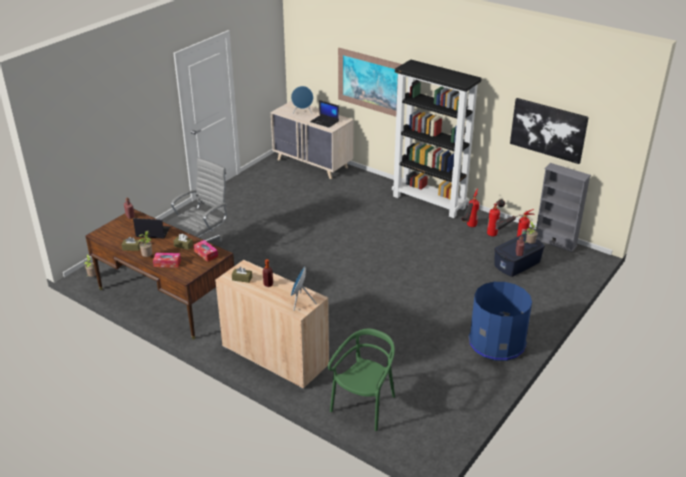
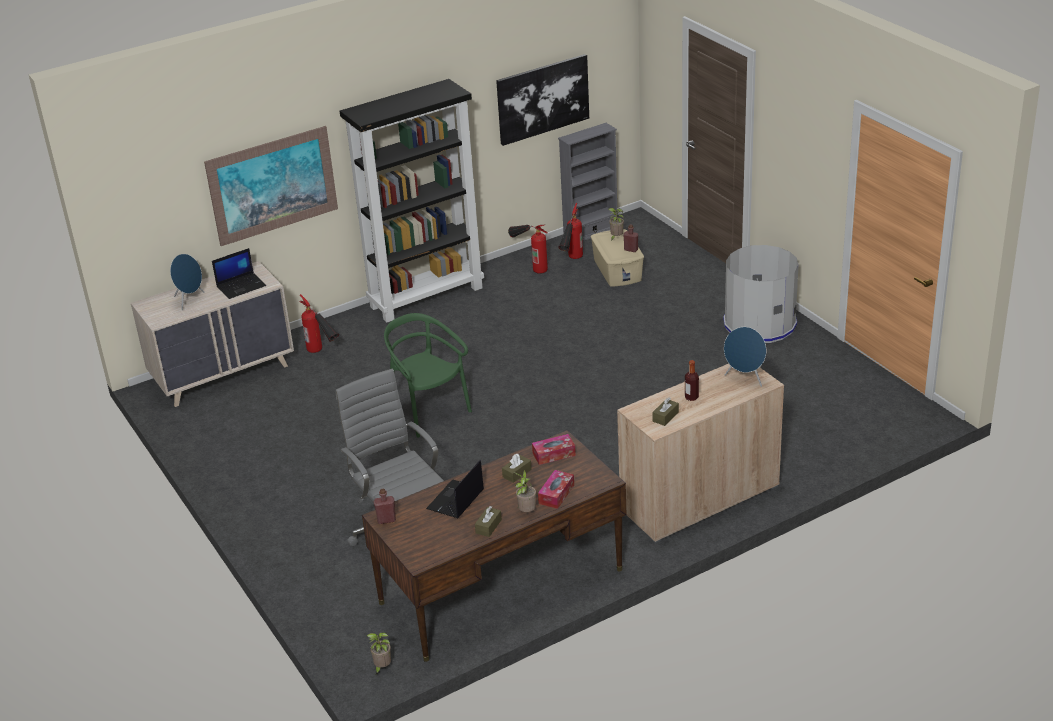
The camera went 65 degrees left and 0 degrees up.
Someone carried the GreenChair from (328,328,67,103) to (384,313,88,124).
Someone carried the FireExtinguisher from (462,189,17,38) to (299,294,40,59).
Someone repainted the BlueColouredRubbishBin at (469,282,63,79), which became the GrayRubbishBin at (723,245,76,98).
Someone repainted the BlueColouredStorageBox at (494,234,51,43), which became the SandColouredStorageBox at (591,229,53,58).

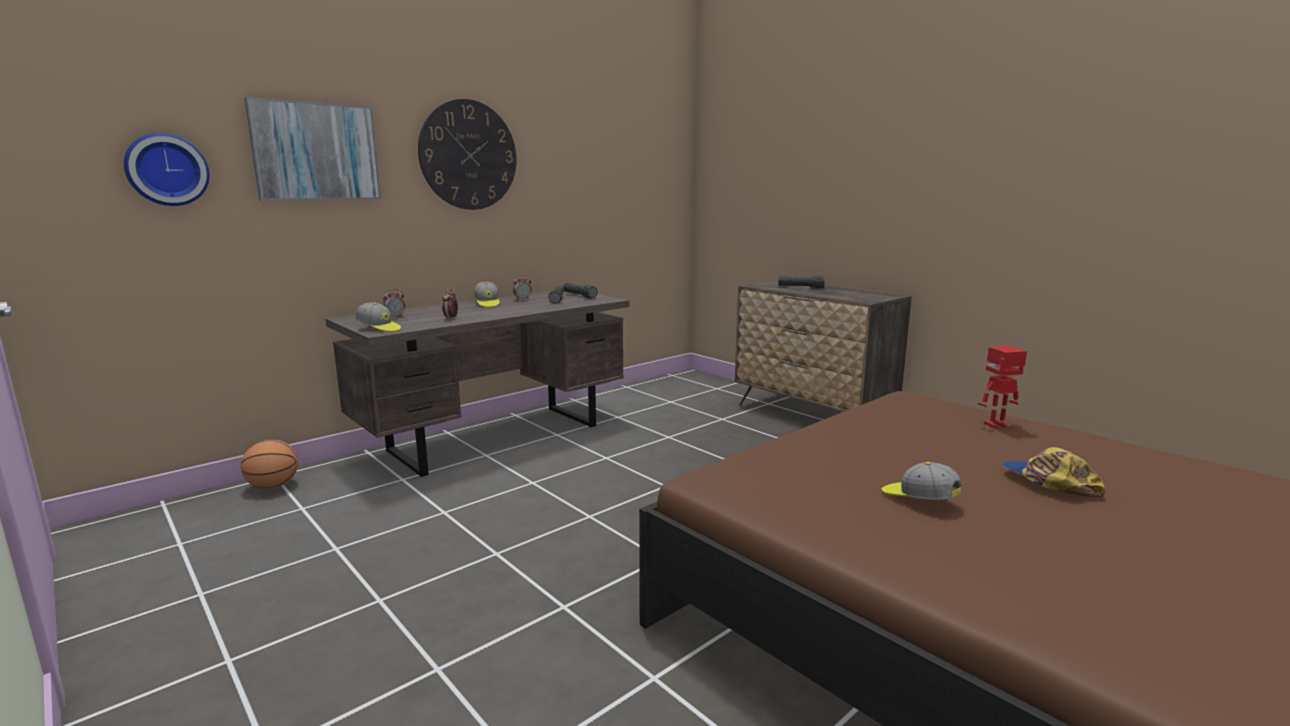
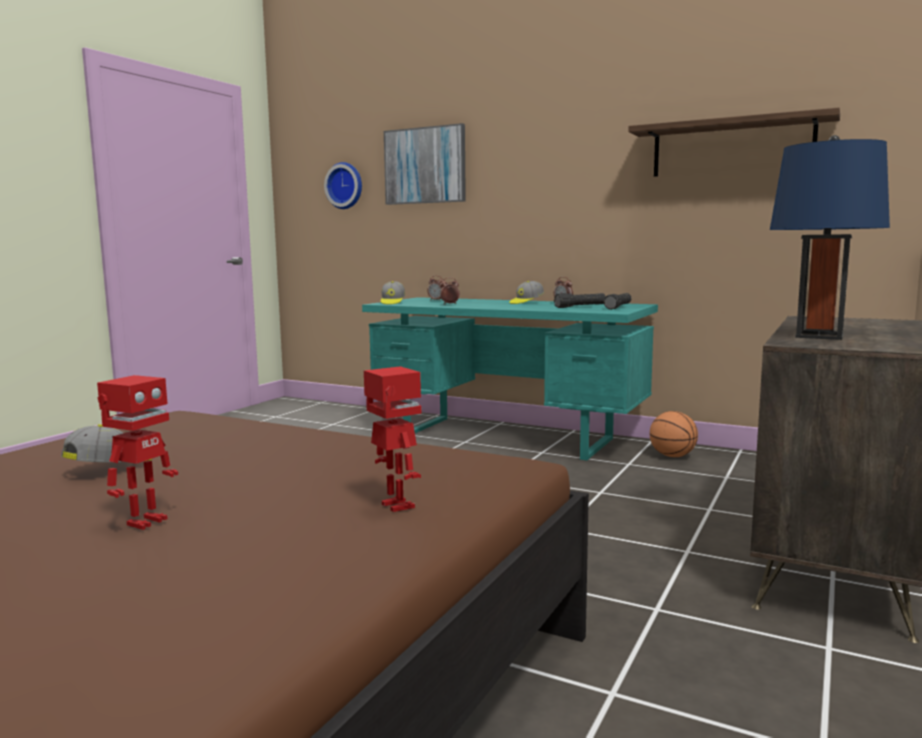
The camera went 70 degrees right and 5 degrees down.
Someone carried the BasketballBall from (241,440,57,49) to (650,411,48,46).
Someone repainted the BrownishDesk at (325,291,304,186), which became the TurquoiseDesk at (362,297,296,164).
Someone took away the WallClock at (418,99,99,111).
Someone took away the BlackishFlashlight at (778,276,47,12).
Someone swapped the Cap at (1002,447,103,50) for the ModelRobot at (97,375,81,155).
Someone put up the WallShelf at (628,108,212,69).
Someone put down the BlueColouredLampForATable at (770,135,120,205).

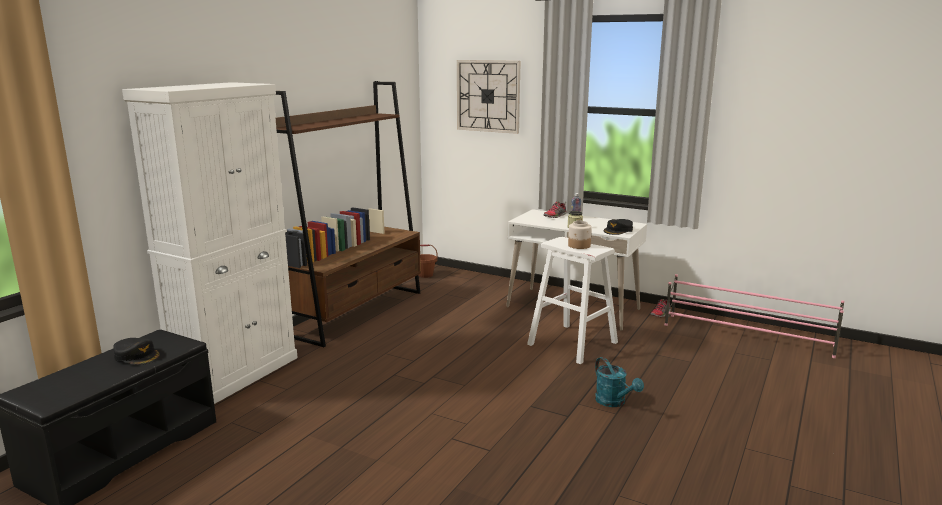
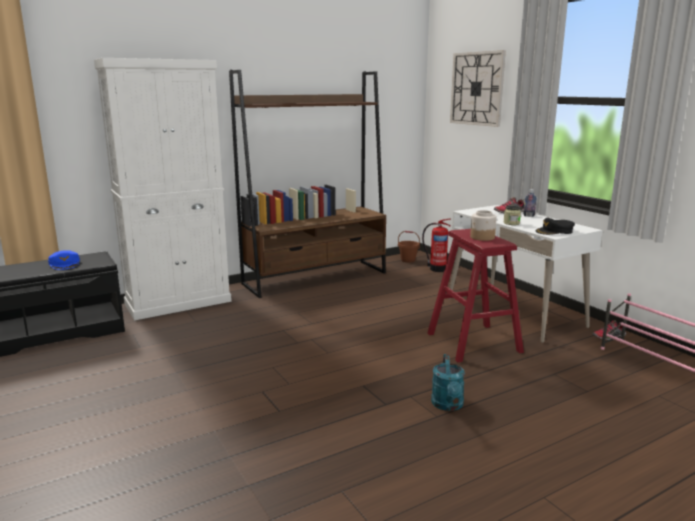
The camera went 30 degrees right and 0 degrees up.
Someone repainted the BlackishCap at (114,338,46,27), which became the BlueColouredCap at (48,250,32,20).
Someone repainted the WhiteStoolSeat at (527,237,91,127), which became the RedStoolSeat at (427,229,97,134).
Someone put down the FireExtinguisher at (422,218,29,54).

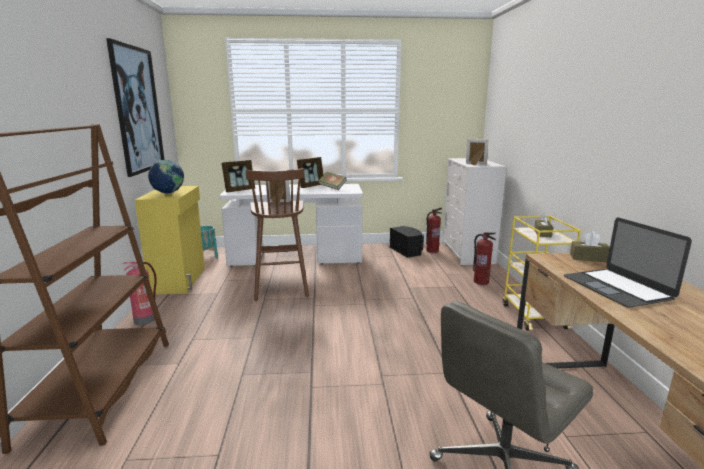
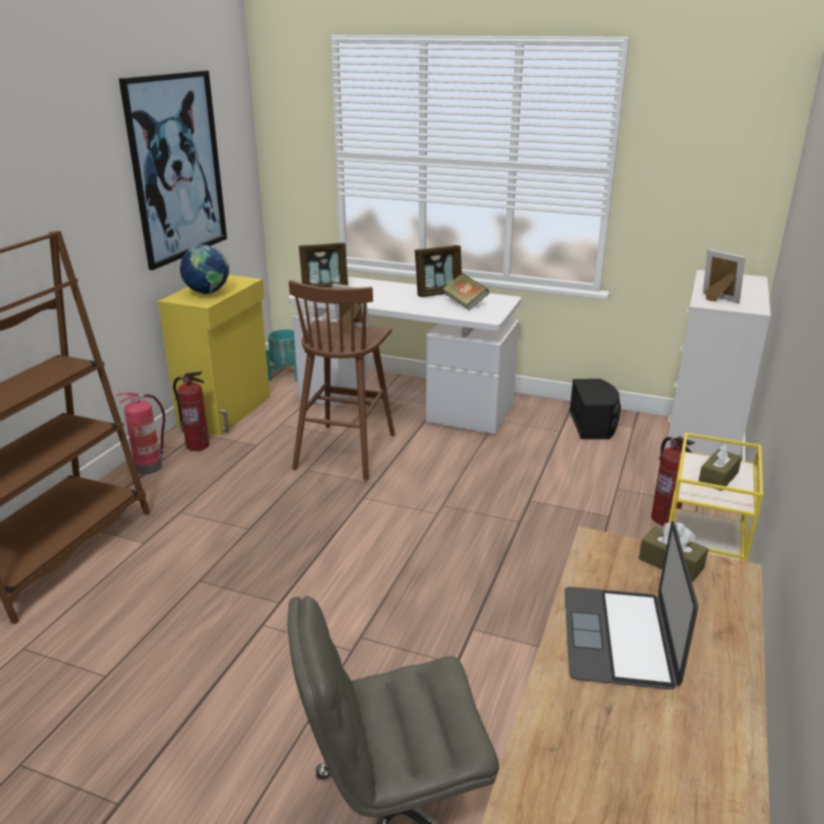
The camera went 25 degrees right and 10 degrees up.
Someone carried the FireExtinguisher from (426,208,16,45) to (173,371,36,80).

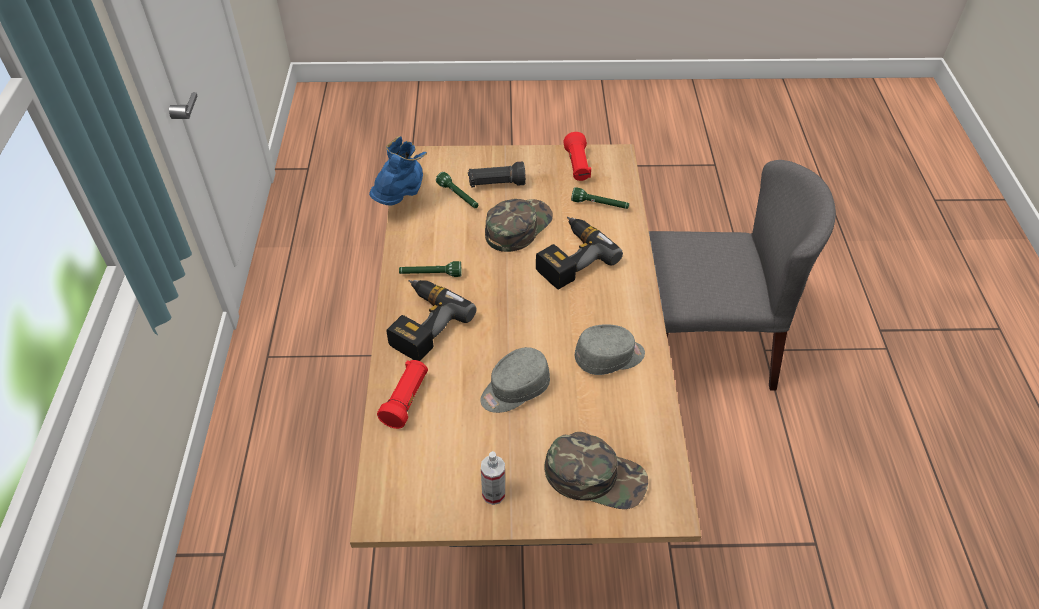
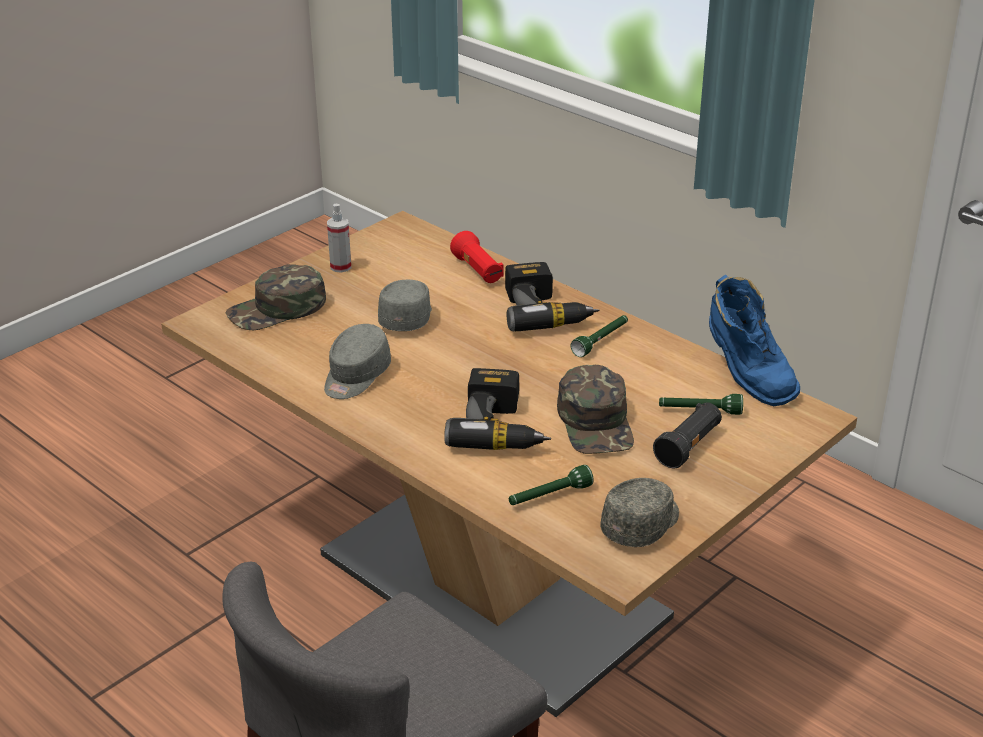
The camera went 135 degrees right and 15 degrees down.
Someone swapped the RedFlashlight at (563,132,28,49) for the GrayCap at (600,478,79,69).

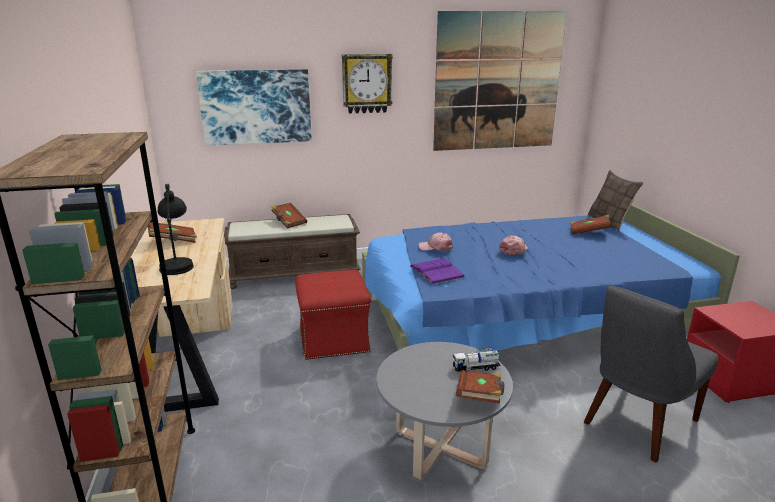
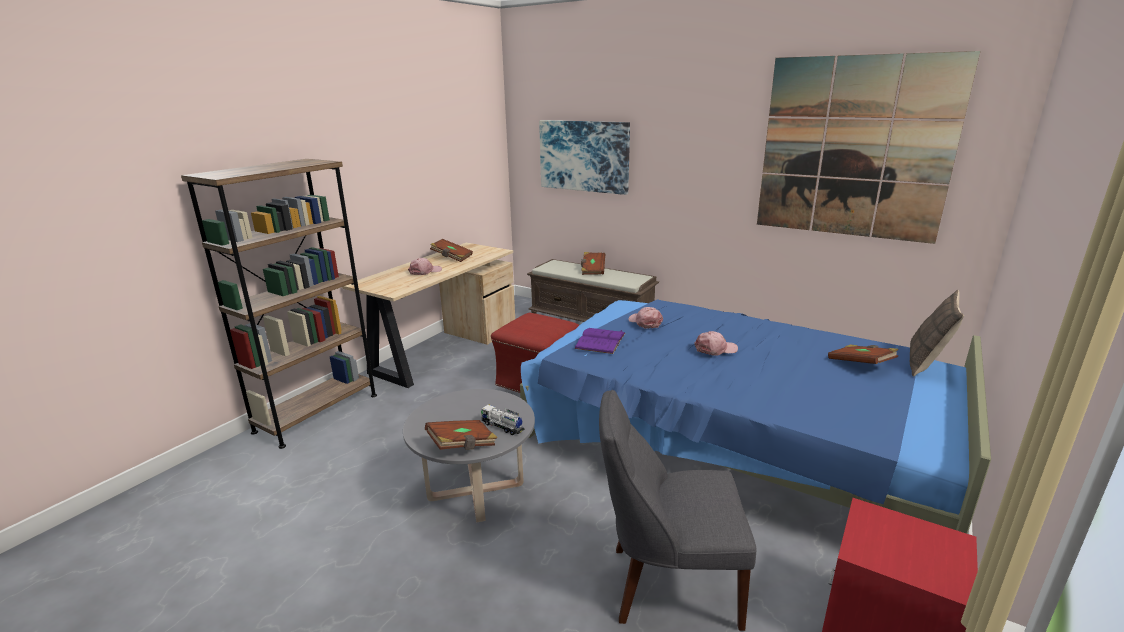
The camera went 45 degrees right and 0 degrees up.
Someone swapped the BlackishLampForATable at (157,184,37,91) for the PinkCap at (408,258,34,17).
Someone took away the WallClock at (342,54,51,60).

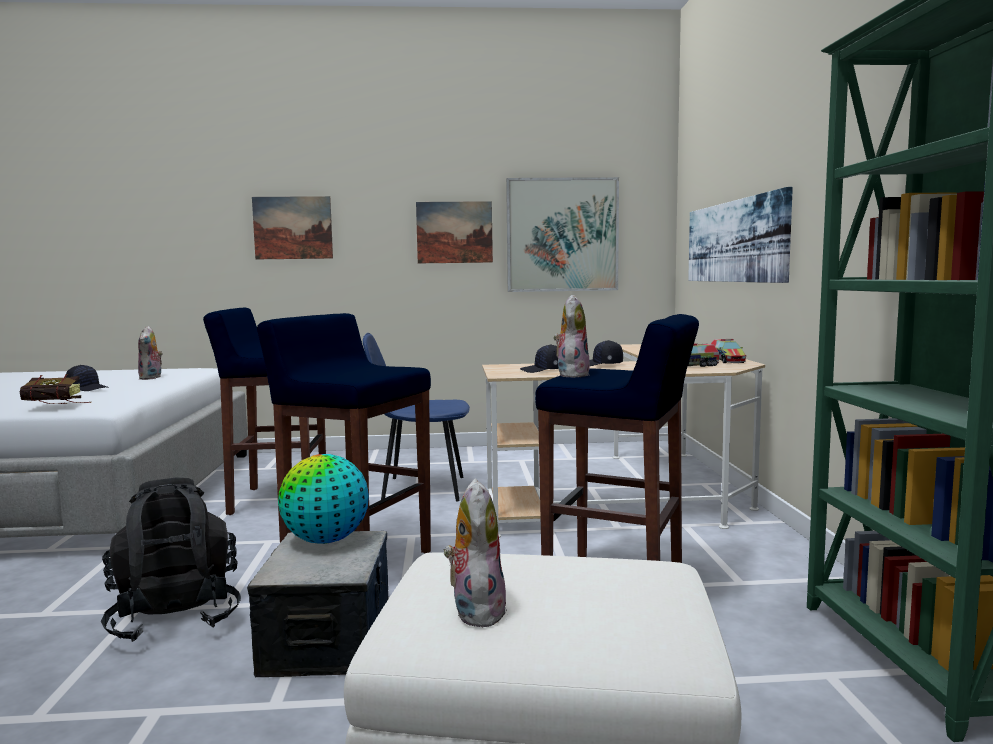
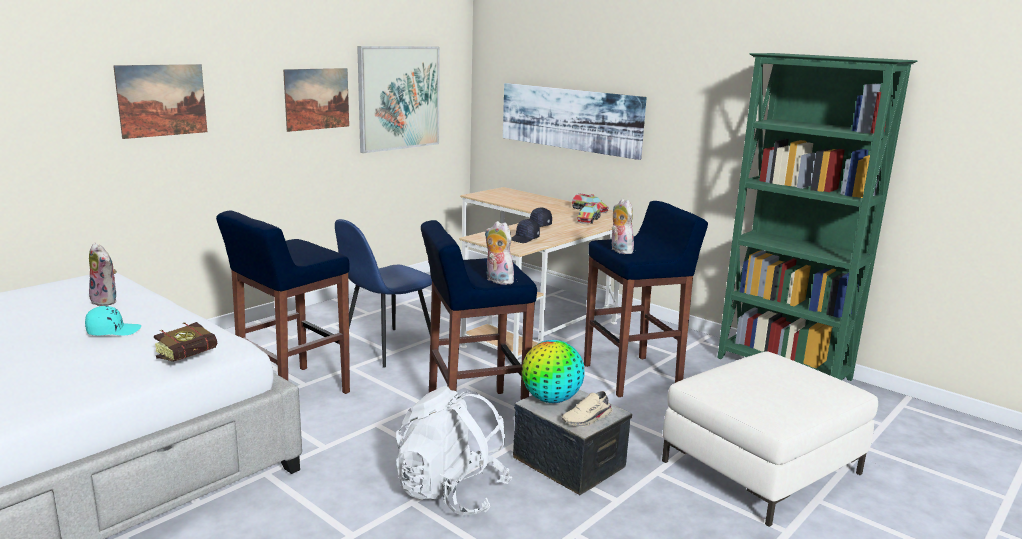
The camera went 45 degrees left and 10 degrees up.
Someone repainted the BlackishCap at (66,365,43,26), which became the TurquoiseCap at (85,306,56,29).
Someone repainted the BlackishBackpack at (101,478,140,164), which became the WhiteBackpack at (396,386,116,129).
Someone carried the CuddlyToy from (444,479,63,148) to (485,221,29,64).
Someone put down the SandColouredLowShoe at (562,391,51,36).

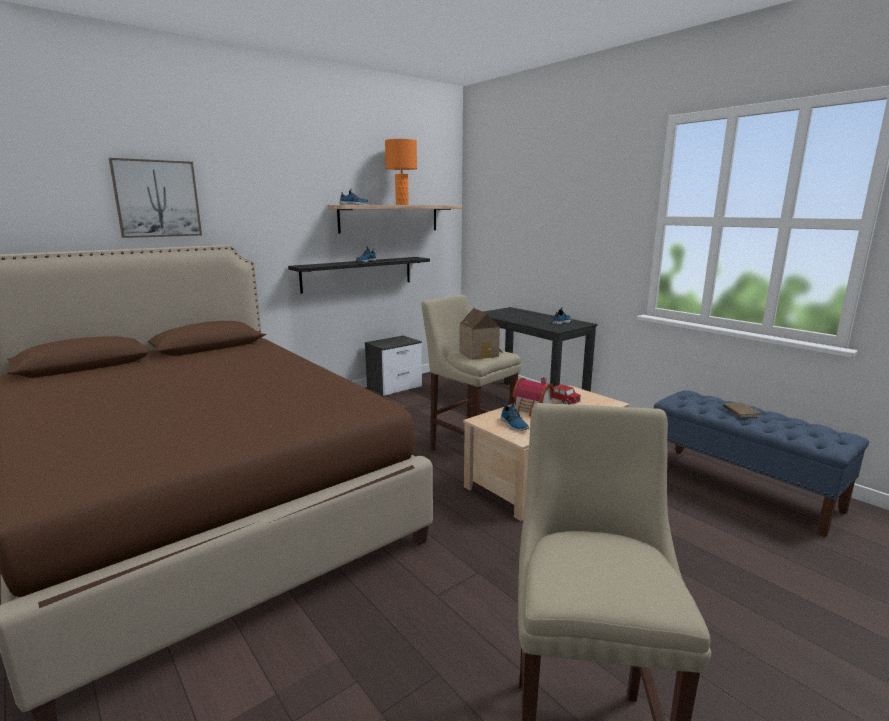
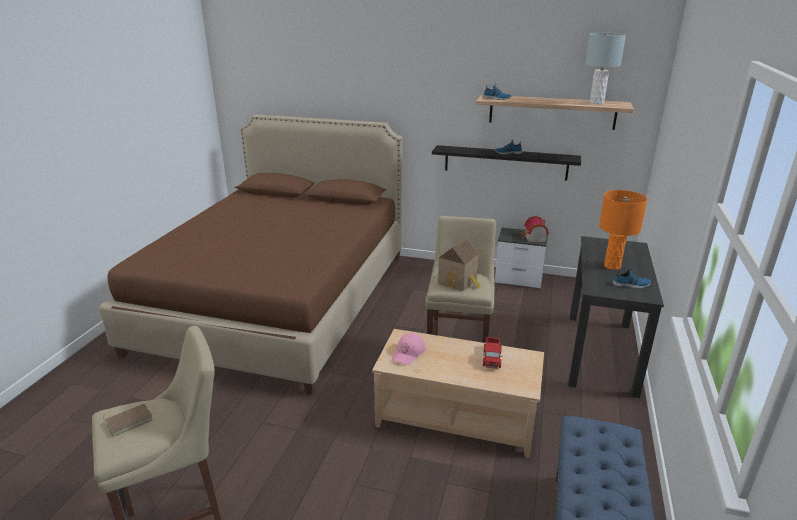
The camera went 55 degrees right and 10 degrees up.
Someone took away the Picture at (109,158,93,80).
Someone carried the OrangeyLampForATable from (385,139,32,66) to (599,190,48,80).
Someone swapped the LowShoe at (500,403,29,28) for the PinkCap at (392,333,34,32).
Someone carried the MiniatureHouse from (512,377,43,40) to (521,216,28,26).
Someone carried the BrownishBoundBook from (723,402,37,16) to (103,403,50,34).
Someone put down the GrayLampForATable at (585,33,41,71).

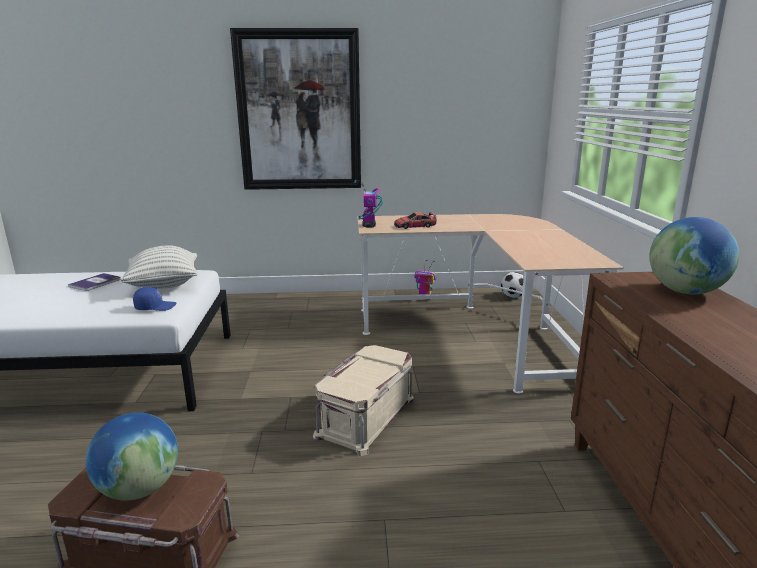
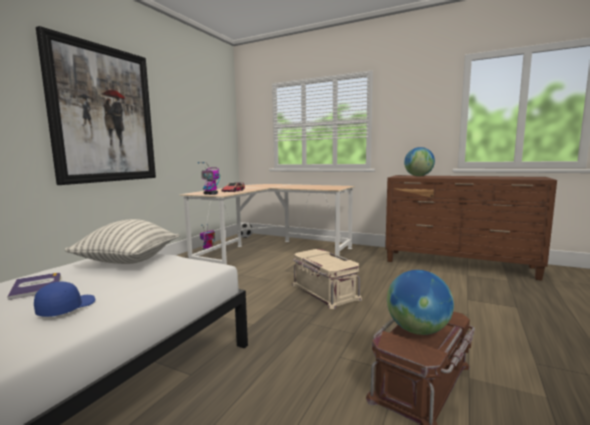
The camera went 60 degrees left and 10 degrees down.
Someone carried the BlueColouredCap from (133,287,43,24) to (34,282,61,35).

